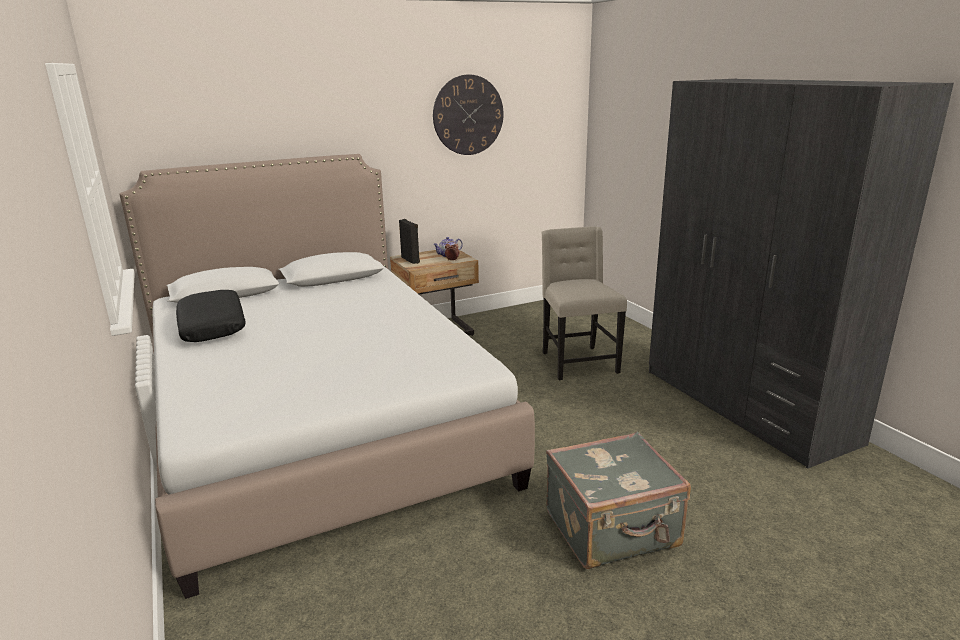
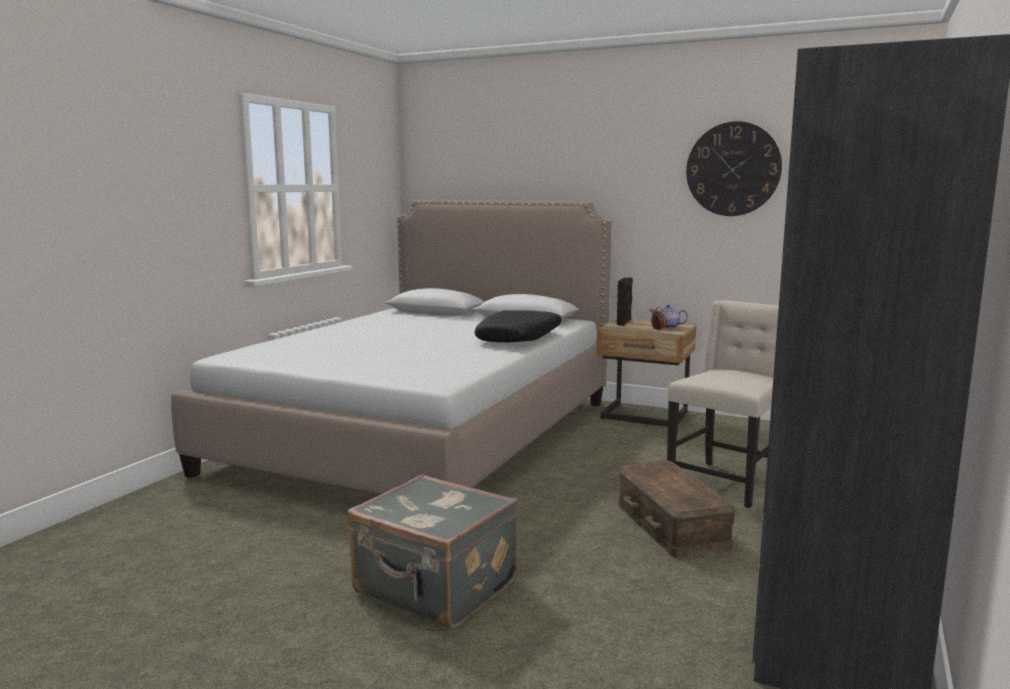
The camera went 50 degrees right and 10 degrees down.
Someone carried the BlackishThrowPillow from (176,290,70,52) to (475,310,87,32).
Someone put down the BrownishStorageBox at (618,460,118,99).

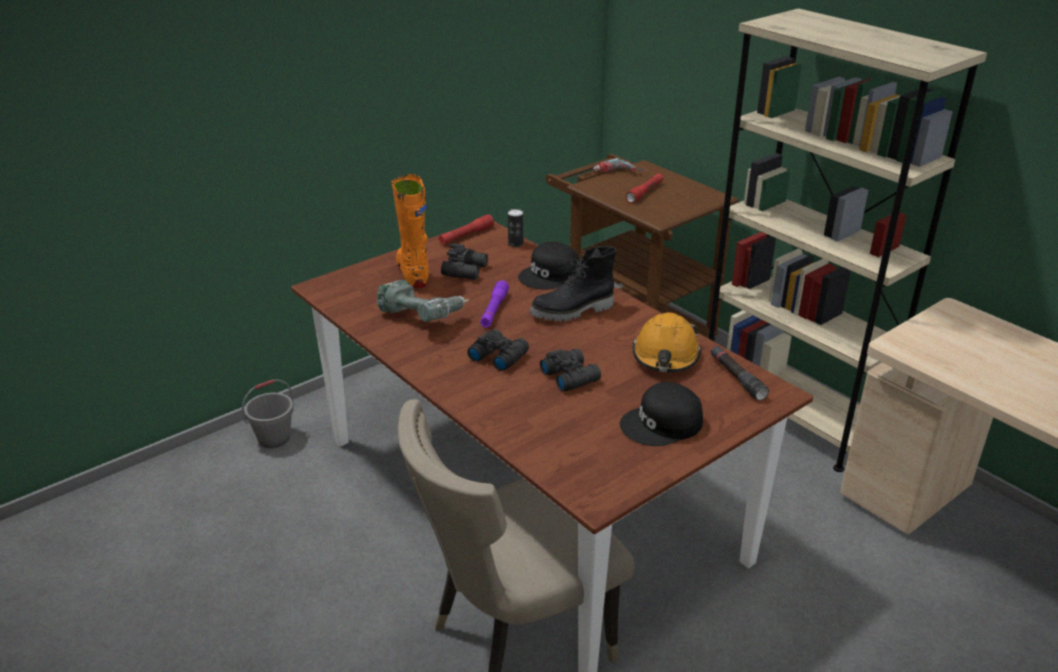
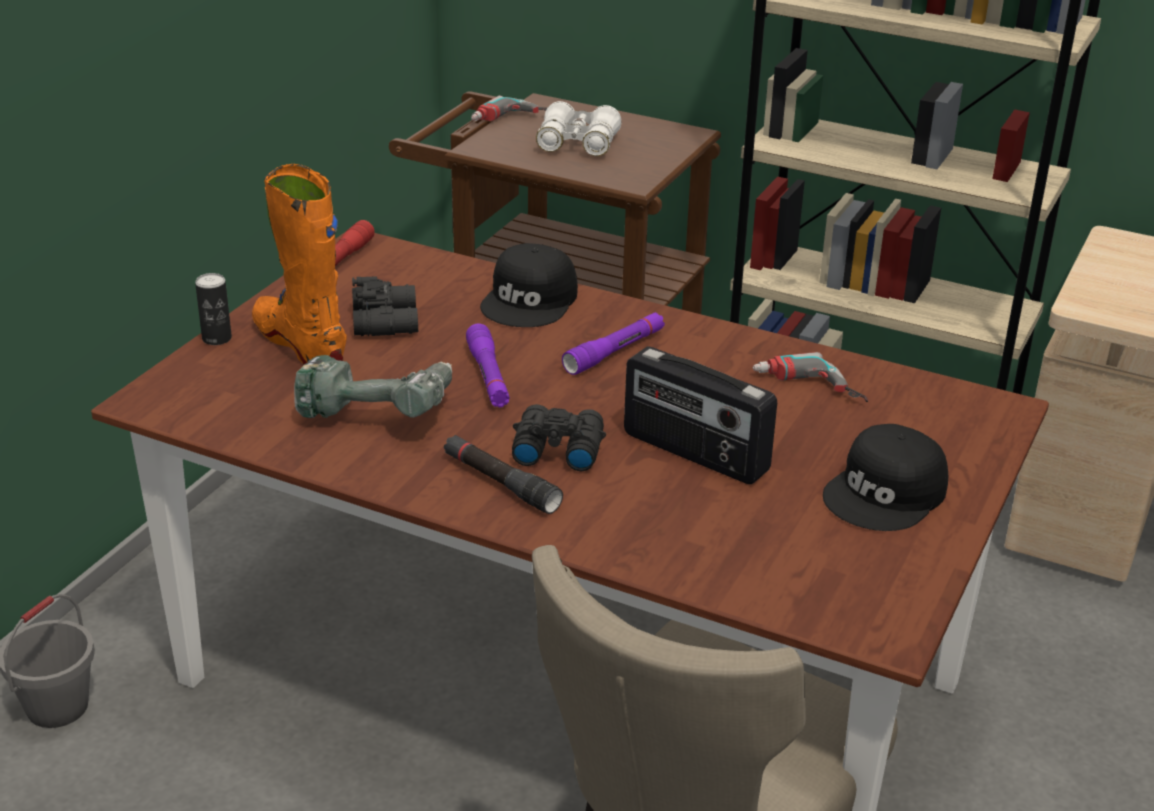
The camera went 25 degrees left and 0 degrees up.
Someone carried the MetalCan from (508,209,15,38) to (195,273,37,72).
Someone swapped the BlackishHighTopBoot at (530,246,86,76) for the PurplishFlashlight at (562,312,103,63).
Someone swapped the BlackishFieldGlasses at (540,349,61,43) for the RadioSet at (624,346,153,138).
Someone swapped the RedFlashlight at (626,173,38,30) for the WhiteFieldGlasses at (536,101,86,55).
Someone swapped the OrangeyWorkHelmet at (632,312,69,60) for the ElectricDrill at (753,352,115,50).
Someone carried the BlackishFlashlight from (711,346,58,55) to (444,435,119,79).

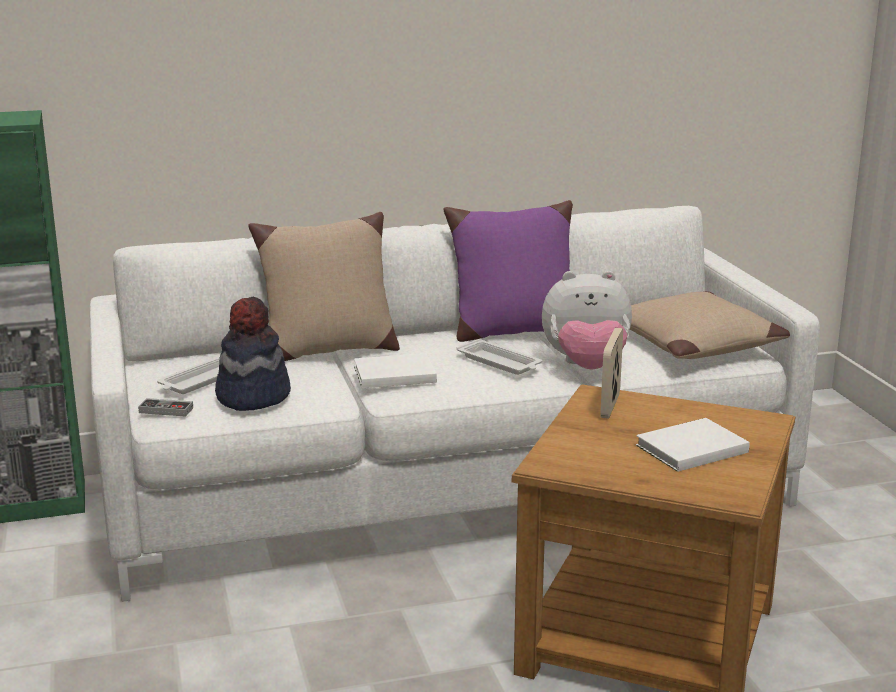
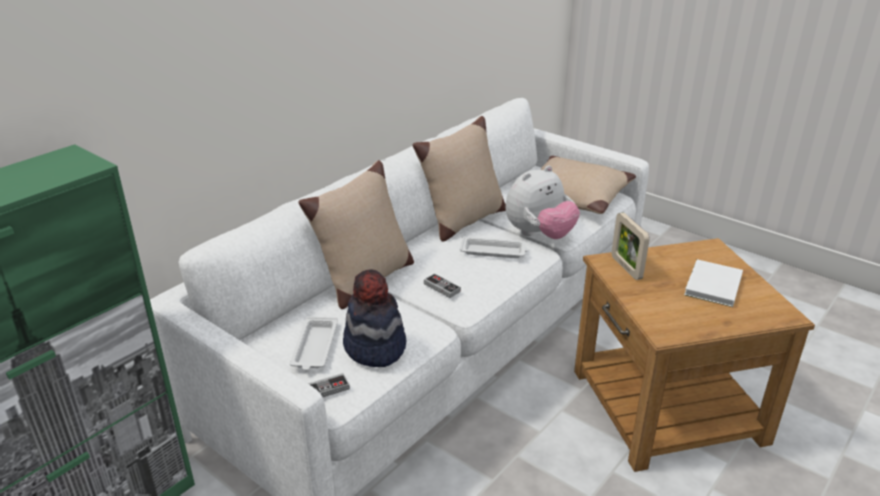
The camera went 35 degrees left and 10 degrees up.
Someone swapped the WhiteBoundBook at (354,353,83,35) for the Joypad at (424,273,37,25).
Someone repainted the PurplishThrowPillow at (444,200,129,142), which became the SandColouredThrowPillow at (413,116,93,126).

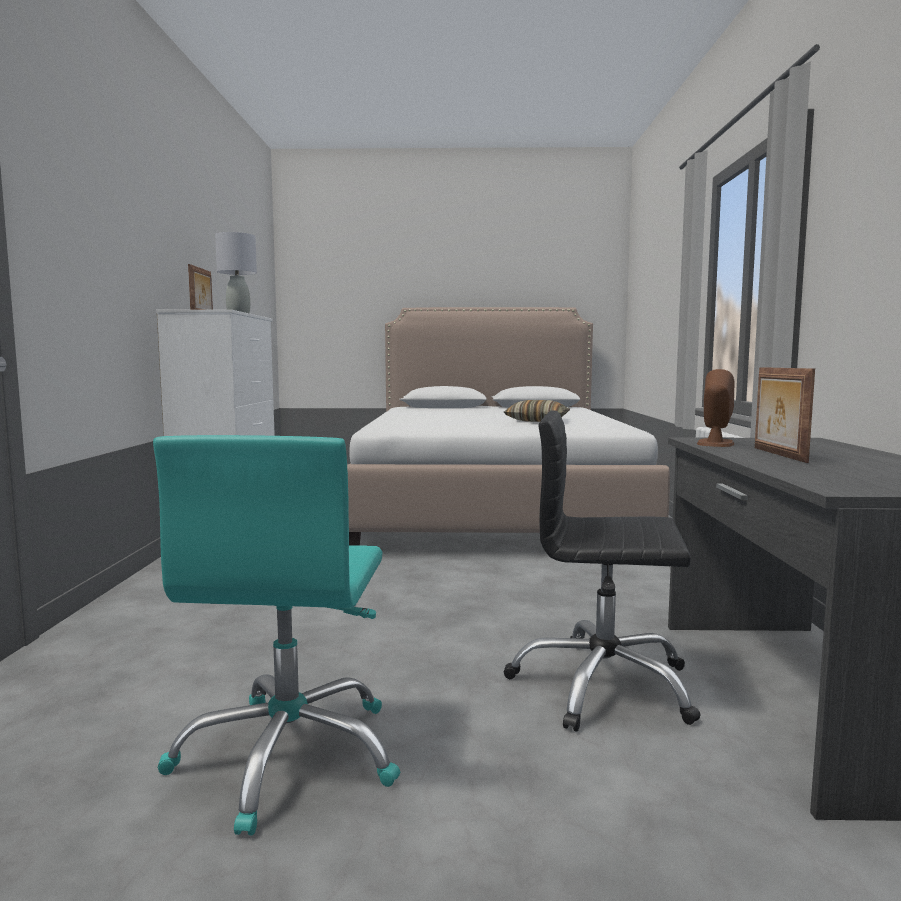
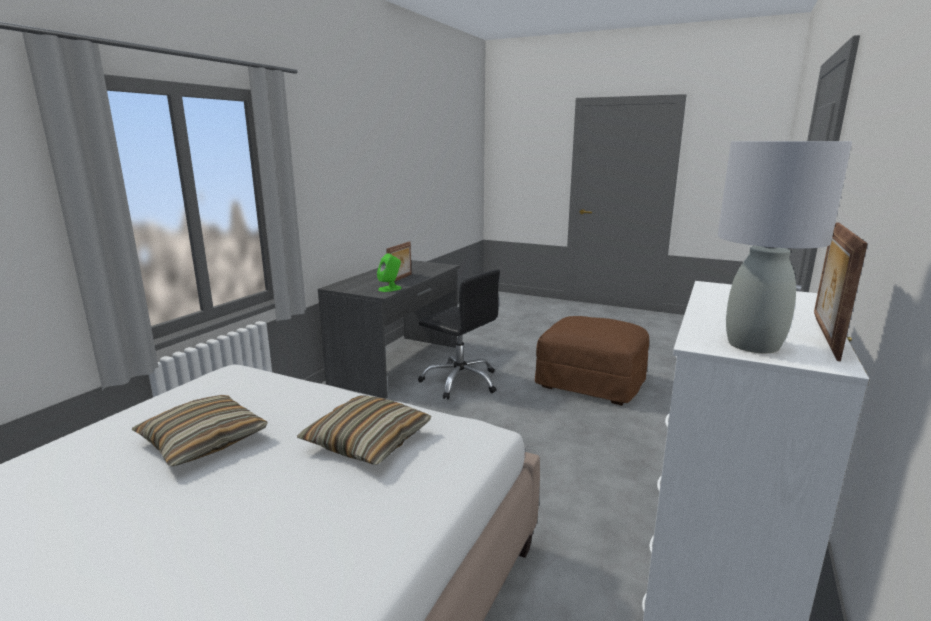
The camera went 155 degrees left and 10 degrees up.
Someone swapped the TurquoiseOfficeChair at (153,435,247,400) for the BrownishPouffe at (535,316,114,90).
Someone repainted the BrownishSpeaker at (697,369,38,78), which became the GreenSpeaker at (377,253,25,39).
Someone put down the ThrowPillow at (297,396,135,69).

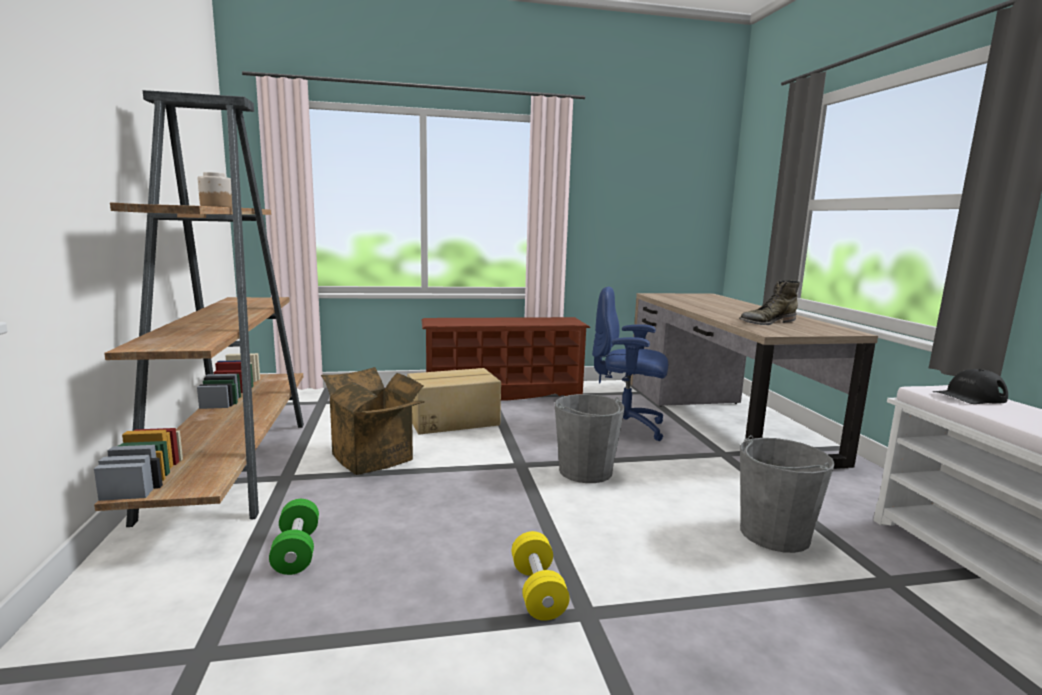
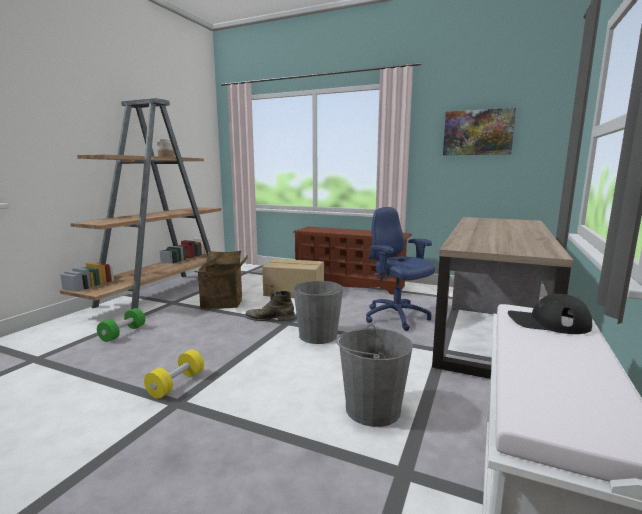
The camera went 35 degrees right and 0 degrees up.
Someone carried the GreenHighTopBoot from (739,280,61,45) to (245,291,50,30).
Someone put up the Picture at (443,108,73,47).

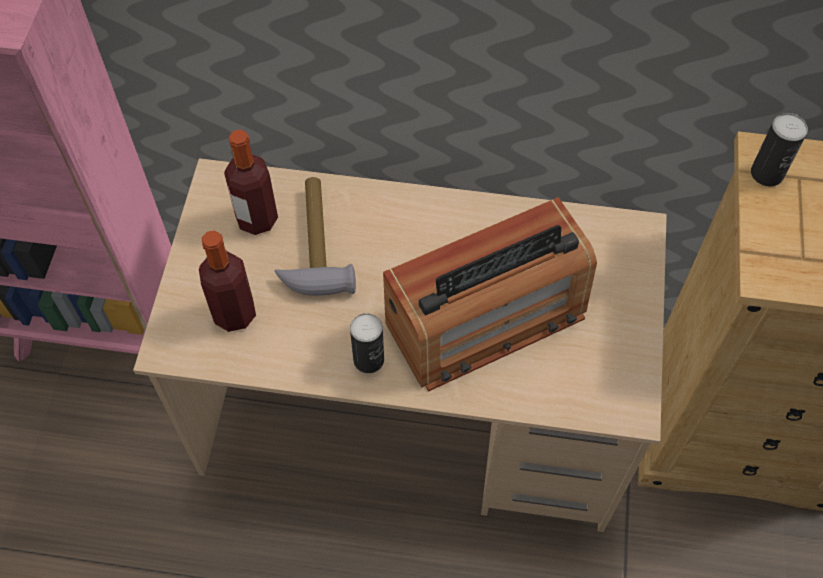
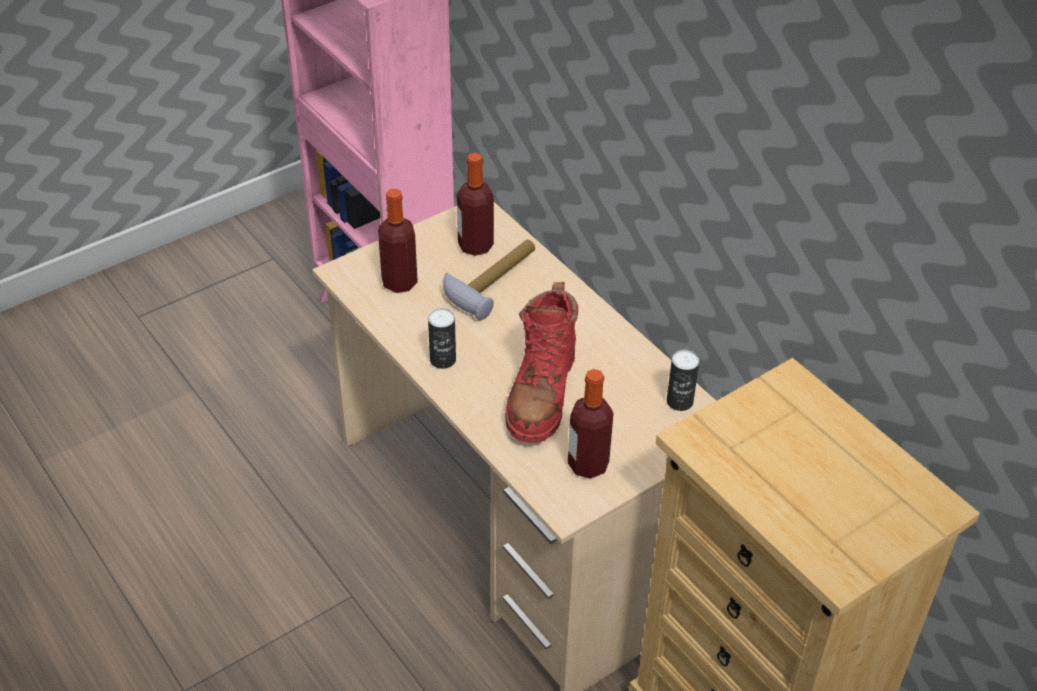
The camera went 45 degrees right and 15 degrees down.
Someone swapped the RadioSet at (383,197,214,194) for the RedHighTopBoot at (505,282,73,161).
Someone carried the MetalCan from (751,113,57,73) to (667,350,32,61).
Someone put down the Bottle at (568,369,46,110).

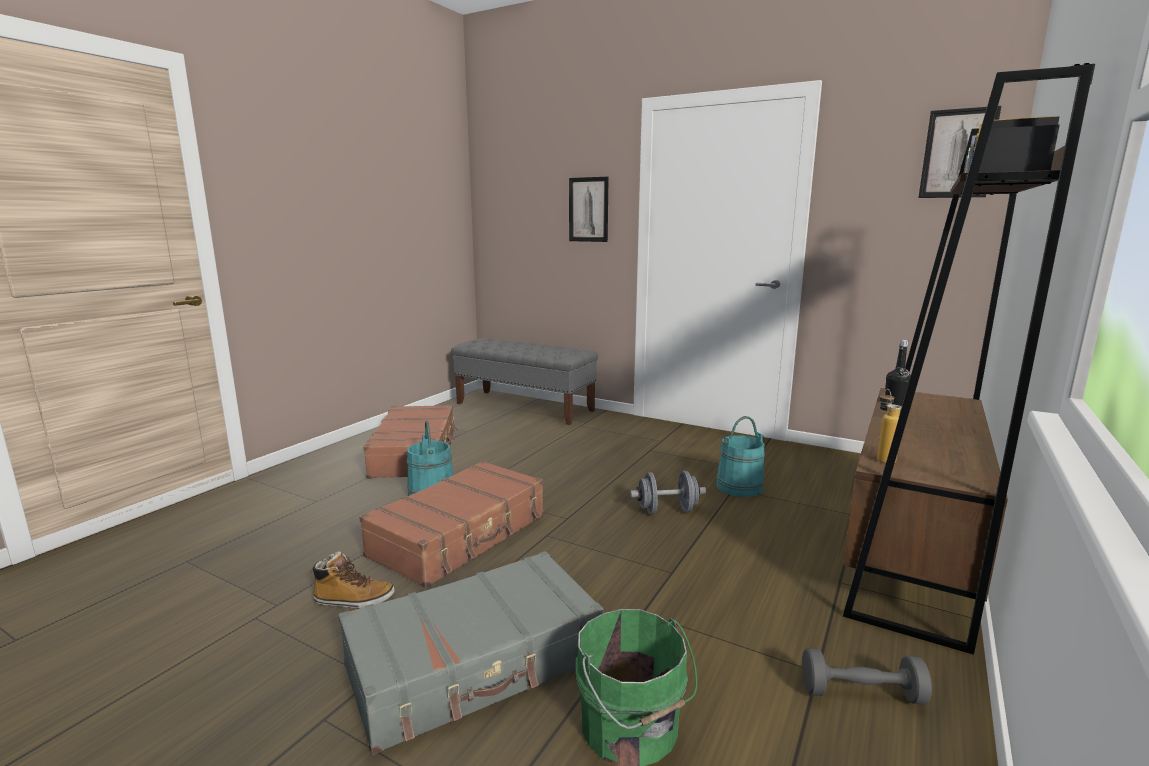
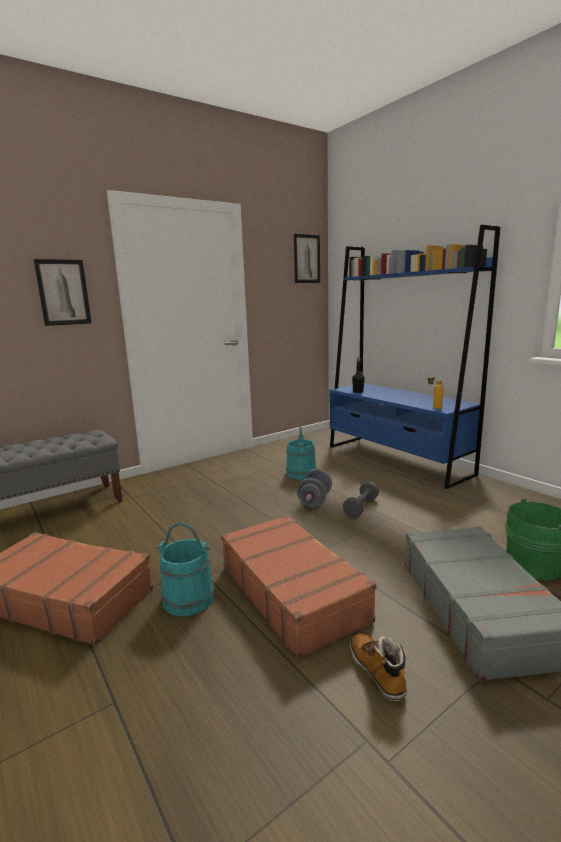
The camera went 65 degrees left and 0 degrees up.
Someone rotated the HighTopBoot at (310,551,85,58) by 45 degrees counterclockwise.
Someone carried the GrayHandWeight from (802,648,130,57) to (343,481,36,37).
Someone repainted the BrownishBookcase at (843,63,252,592), which became the BlueColouredBookcase at (330,225,170,264).

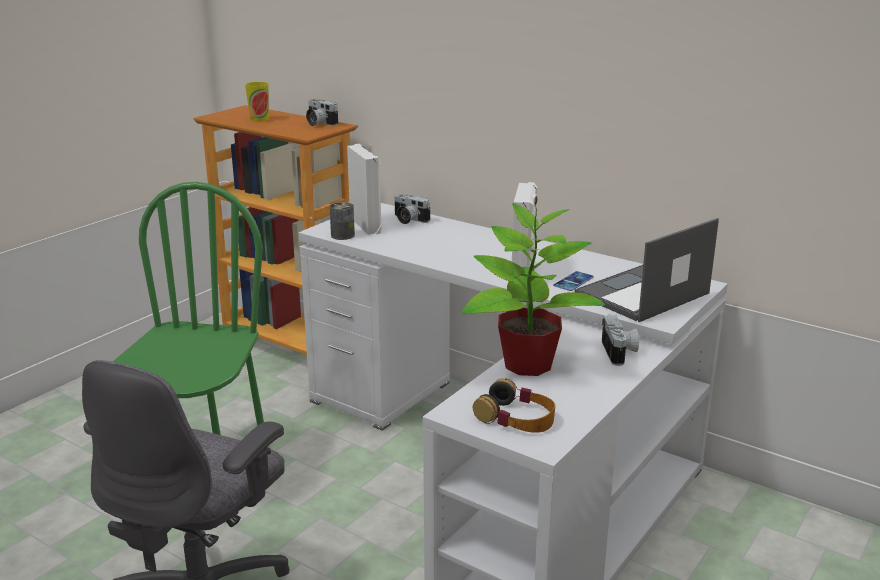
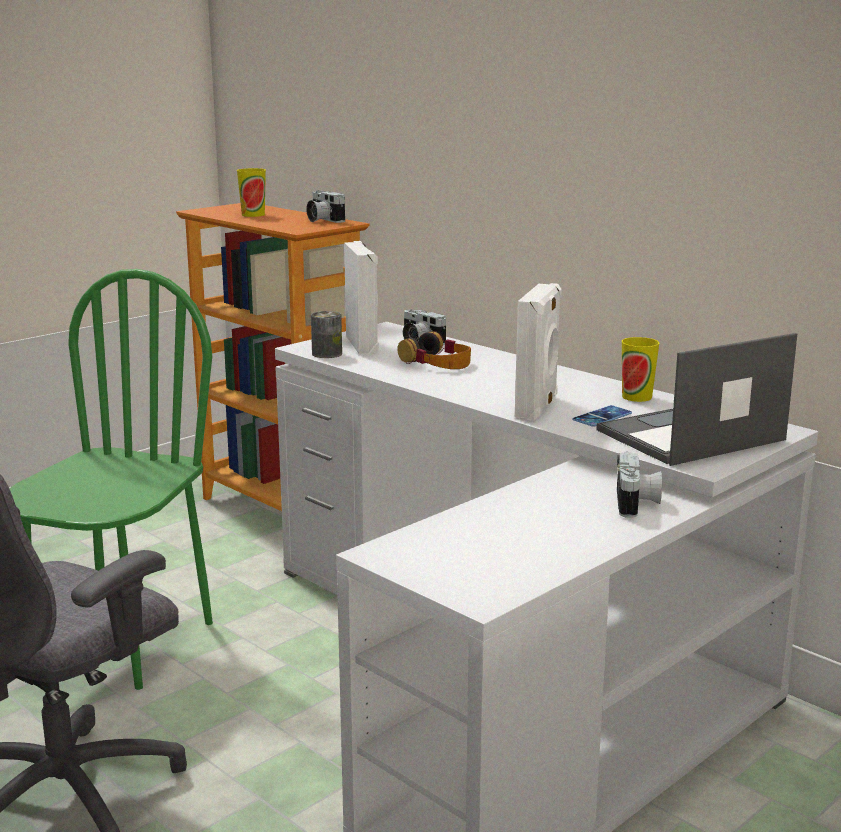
The camera went 10 degrees right and 5 degrees down.
Someone took away the PlantInAPot at (462,202,143,174).
Someone carried the Headset from (473,378,82,55) to (397,331,74,38).
Someone put down the SmallCup at (622,337,38,65).

